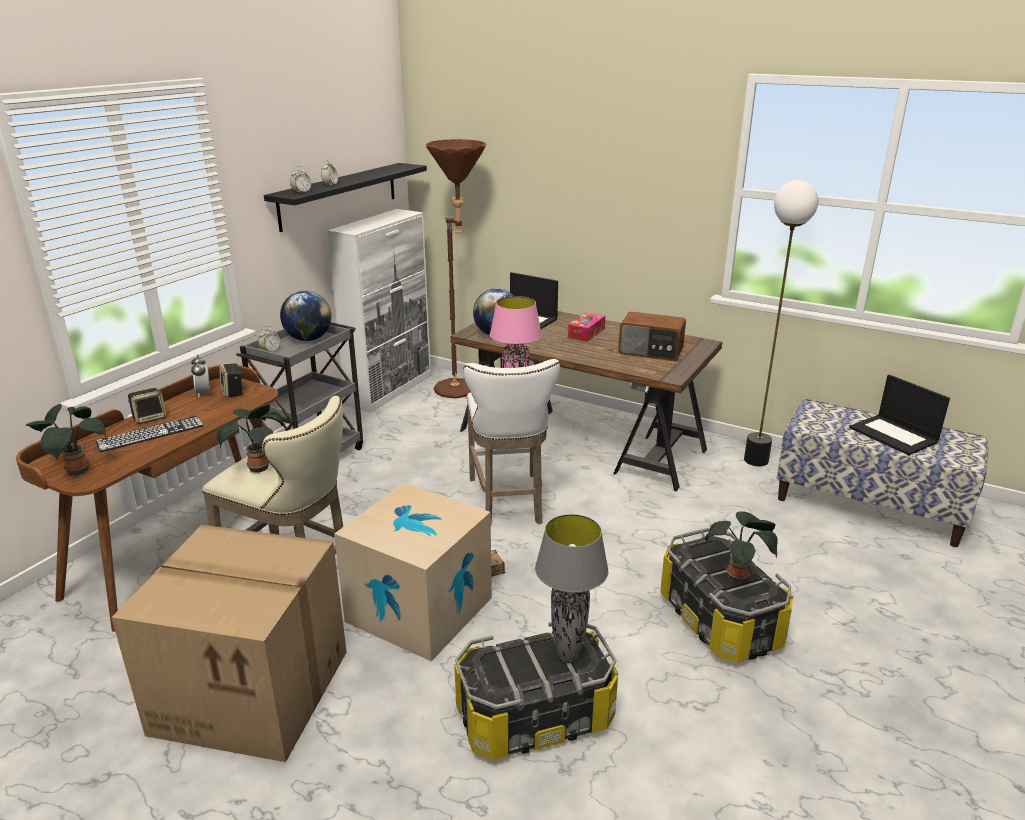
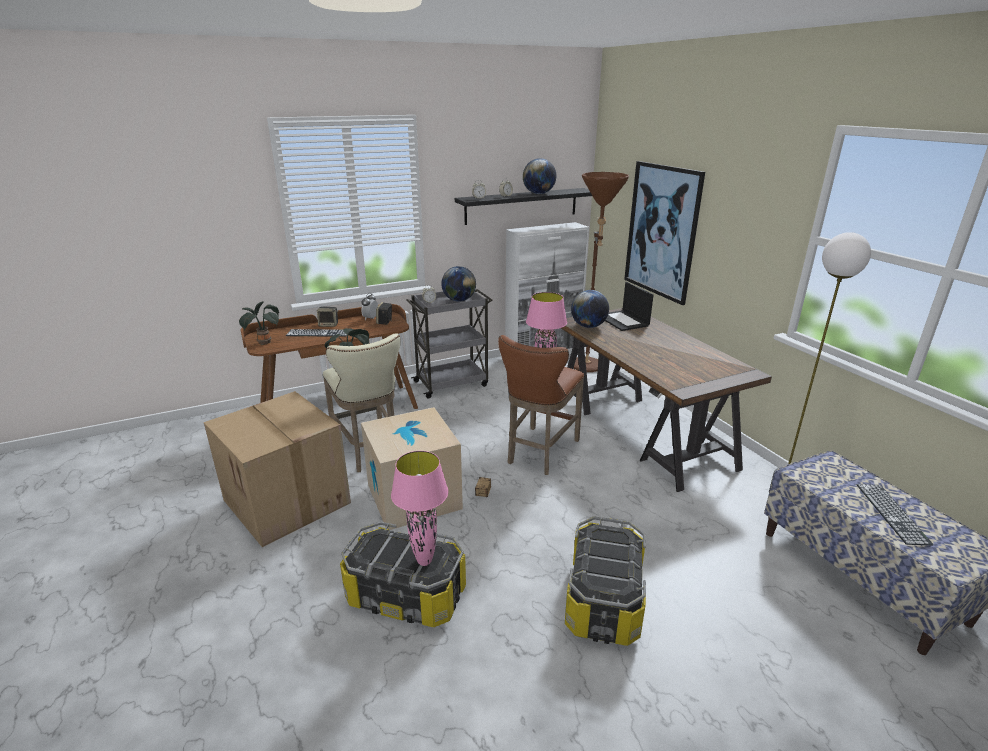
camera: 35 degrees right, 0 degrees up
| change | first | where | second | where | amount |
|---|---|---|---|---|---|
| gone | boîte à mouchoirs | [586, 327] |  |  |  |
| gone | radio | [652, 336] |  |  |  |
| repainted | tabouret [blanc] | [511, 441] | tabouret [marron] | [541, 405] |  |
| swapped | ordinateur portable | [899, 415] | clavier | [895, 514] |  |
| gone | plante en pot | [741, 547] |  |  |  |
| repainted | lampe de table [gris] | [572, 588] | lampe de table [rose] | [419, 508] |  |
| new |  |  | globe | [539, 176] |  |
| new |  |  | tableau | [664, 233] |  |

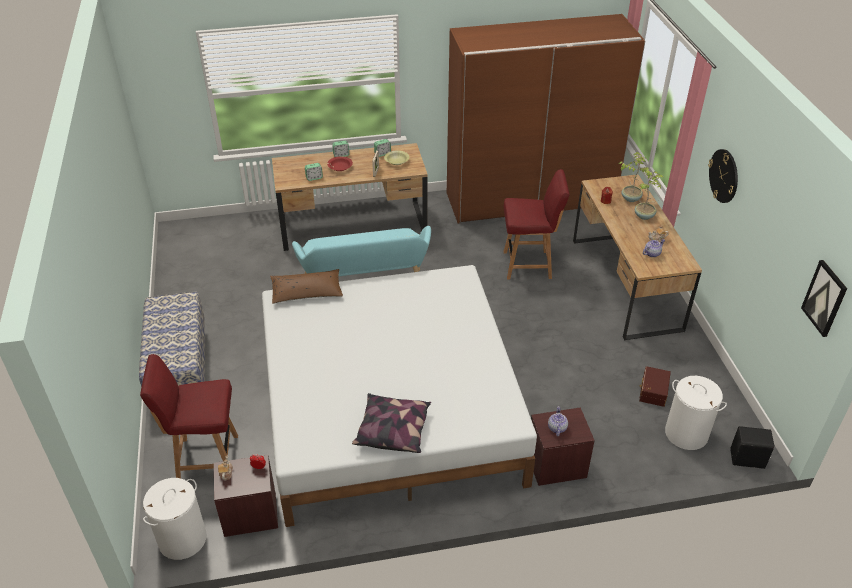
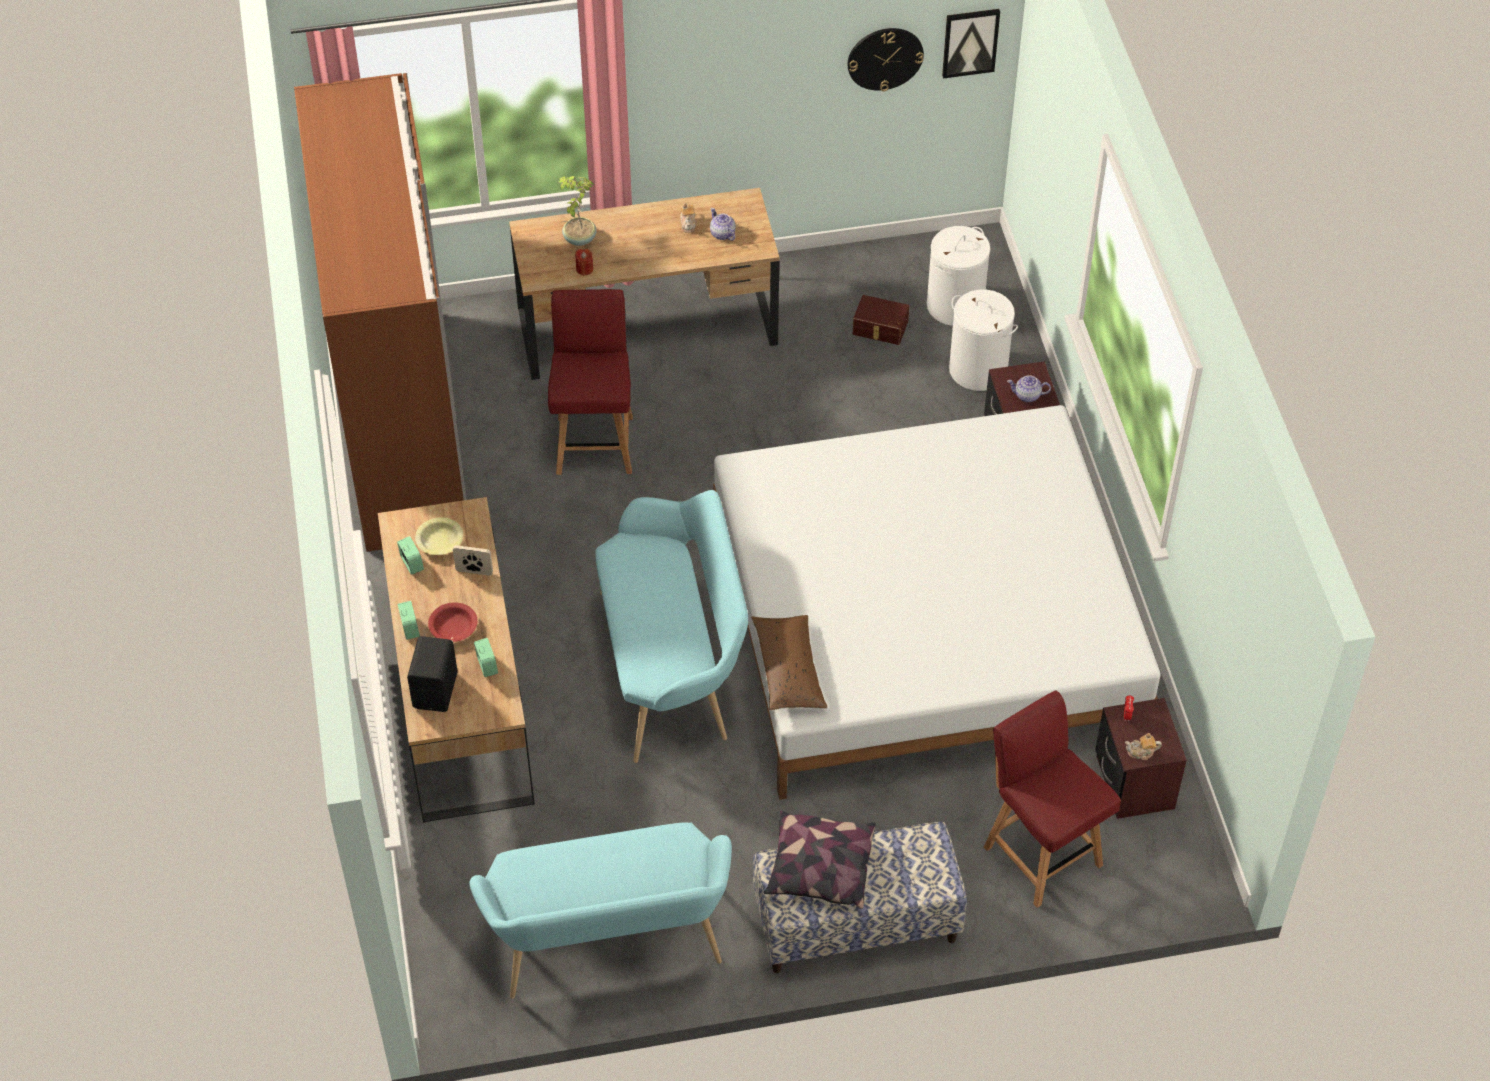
camera: 90 degrees left, 10 degrees up
| change | first | where | second | where | amount |
|---|---|---|---|---|---|
| shifted | horloge murale | [723, 176] |  | [885, 59] |  |
| gone | plante en pot | [649, 195] |  |  |  |
| rotated | chaise [rouge] | [189, 416] |  | [1052, 799] | 150 degrees clockwise |
| shifted | coussin | [391, 423] |  | [820, 860] |  |
| shifted | enceinte [noir] | [752, 447] |  | [432, 674] |  |
| shifted | panier à linge [blanc] | [175, 519] |  | [983, 340] |  |
| new |  |  | banc [turquoise] | [600, 910] |  |

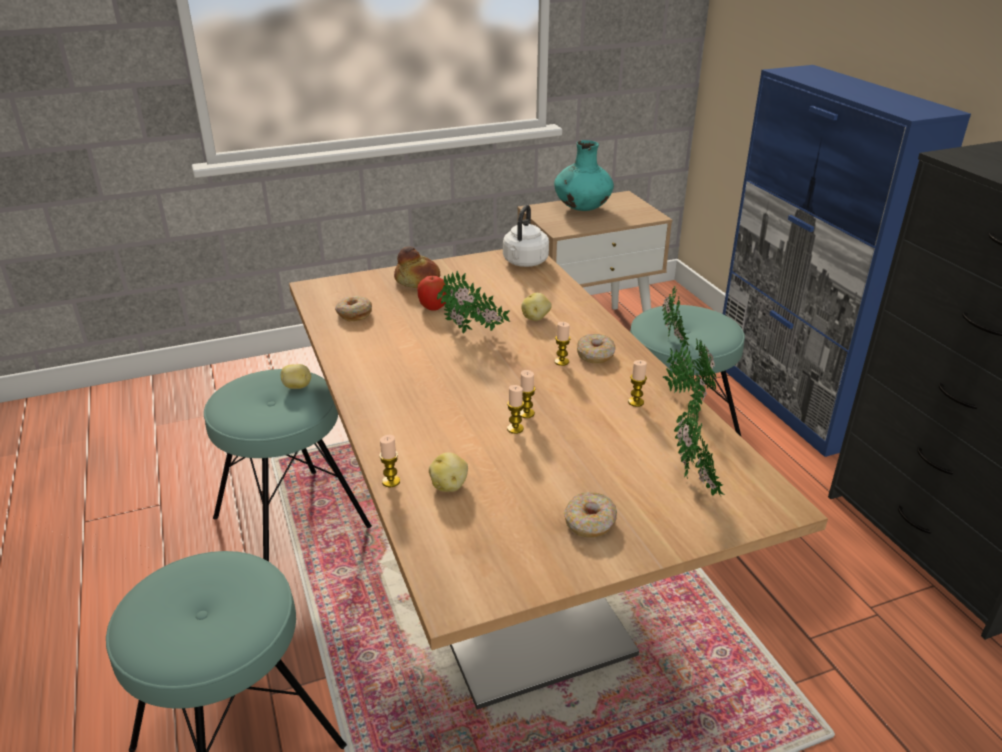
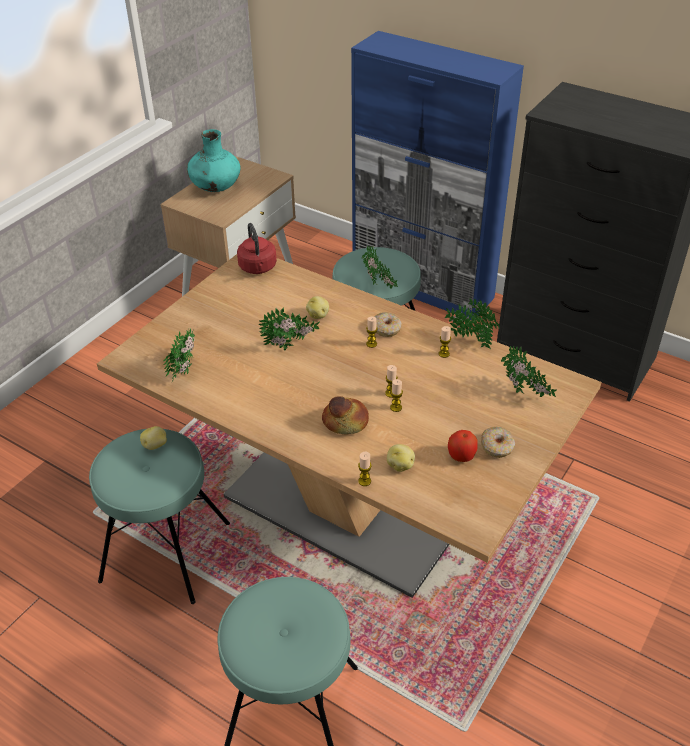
camera: 35 degrees left, 10 degrees up
| change | first | where | second | where | amount |
|---|---|---|---|---|---|
| repainted | bouilloire [blanc] | [526, 236] | bouilloire [rouge] | [257, 248] |  |
| shifted | pain | [417, 267] |  | [345, 415] |  |
| shifted | pomme | [432, 293] |  | [463, 446] |  |
| swapped | beignet | [353, 308] | plante en pot | [179, 355] |  |

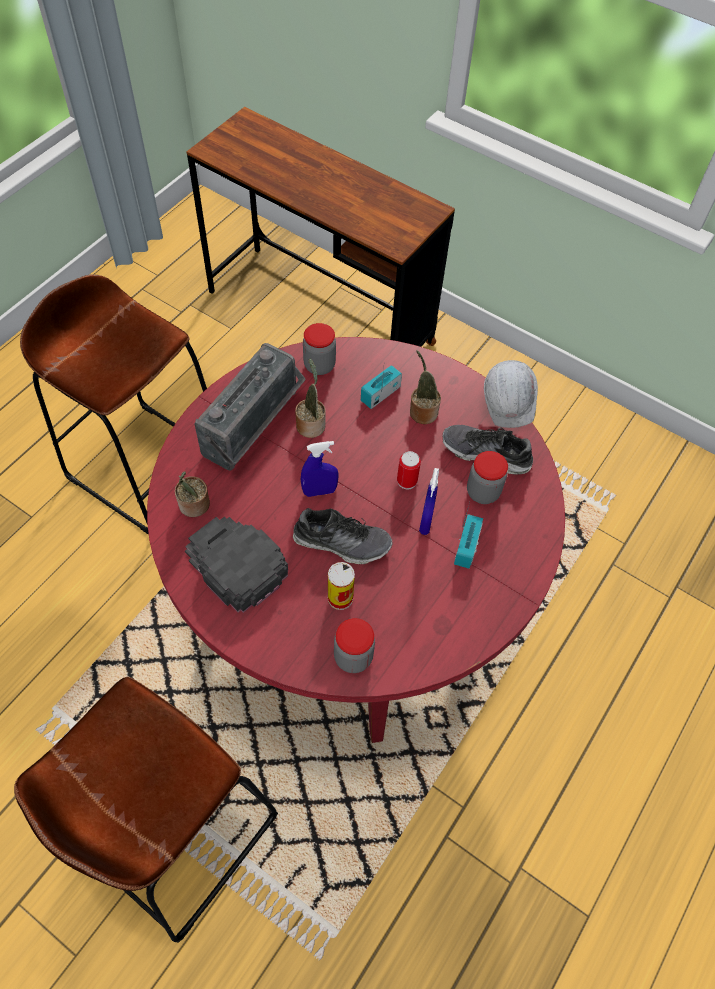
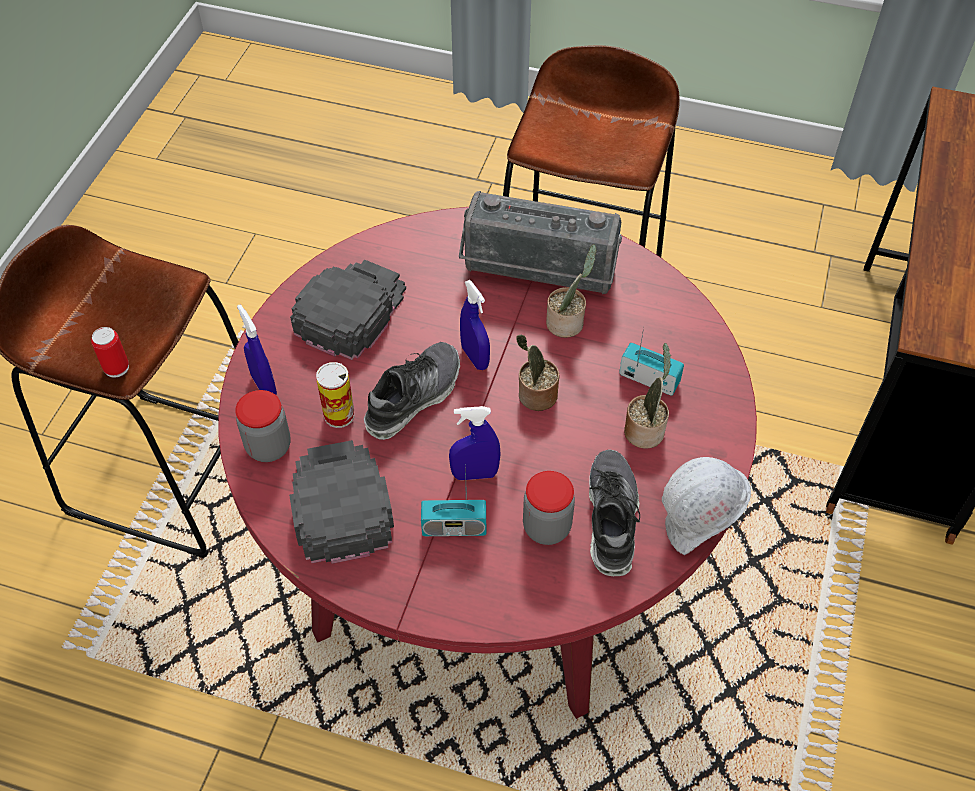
camera: 75 degrees right, 5 degrees down
| change | first | where | second | where | amount |
|---|---|---|---|---|---|
| gone | bocal | [319, 349] |  |  |  |
| shifted | boîte métallique | [409, 470] |  | [110, 352] |  |
| shifted | plante en pot | [192, 494] |  | [537, 372] |  |
| rotated | chaussure | [342, 536] |  | [412, 391] | 135 degrees counterclockwise |
| new |  |  | vaporisateur [bleu] | [257, 349] |  |
| new |  |  | casquette [noir] | [341, 502] |  |

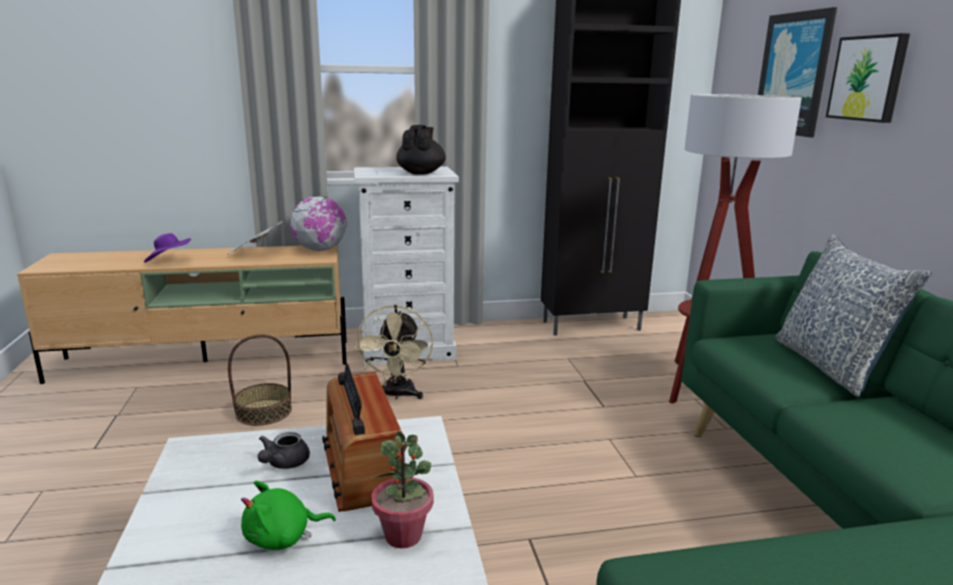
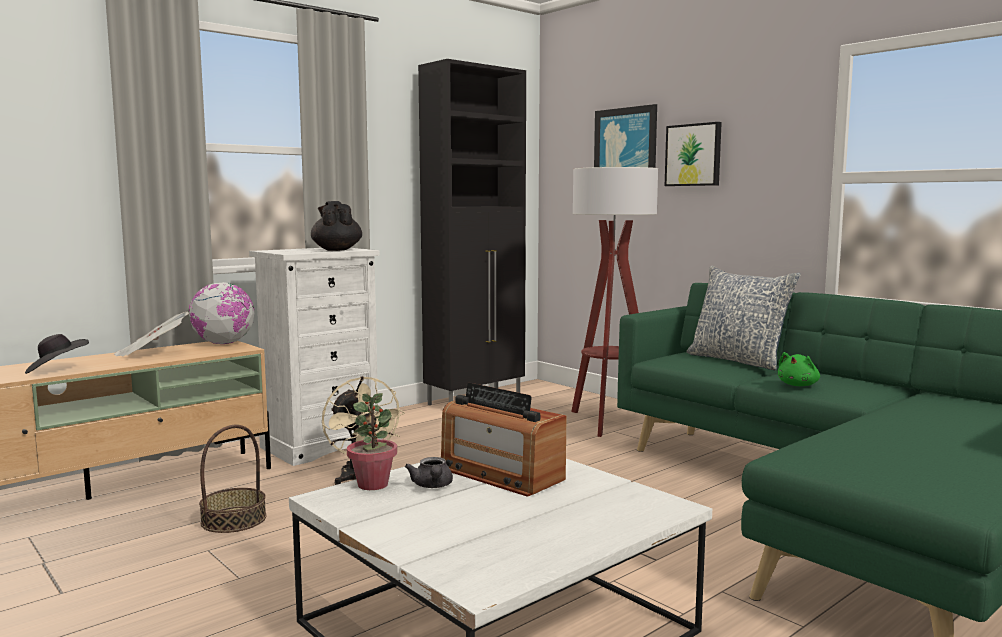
camera: 30 degrees left, 10 degrees down
| change | first | where | second | where | amount |
|---|---|---|---|---|---|
| repainted | chapeau [violet] | [167, 248] | chapeau [noir] | [57, 354] |  |
| shifted | plante en pot | [403, 489] |  | [372, 441] |  |
| shifted | peluche [vert] | [288, 515] |  | [799, 369] |  |

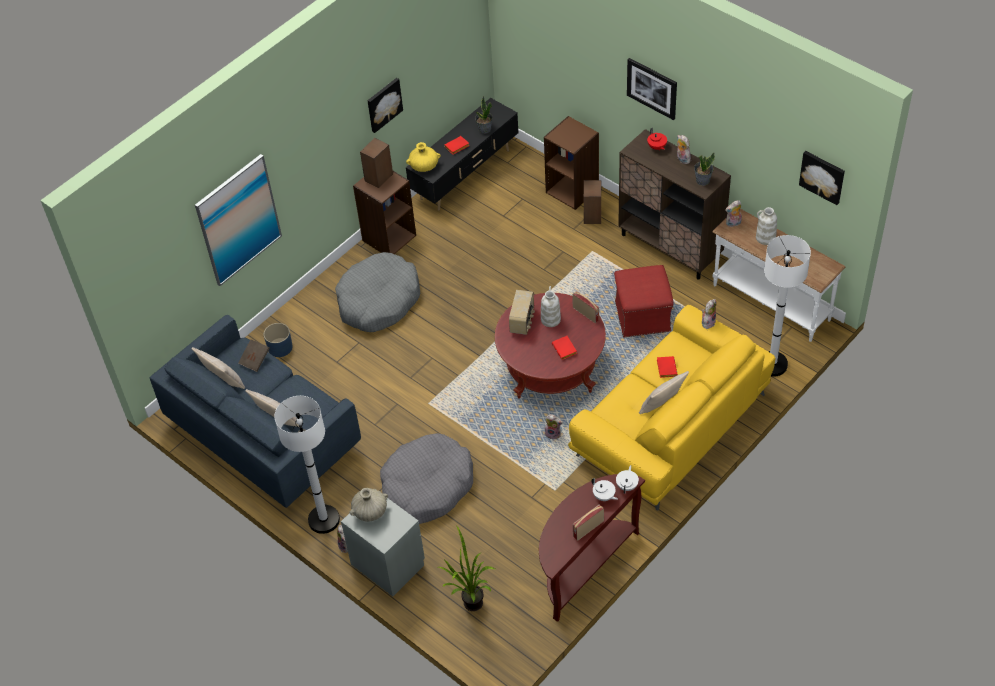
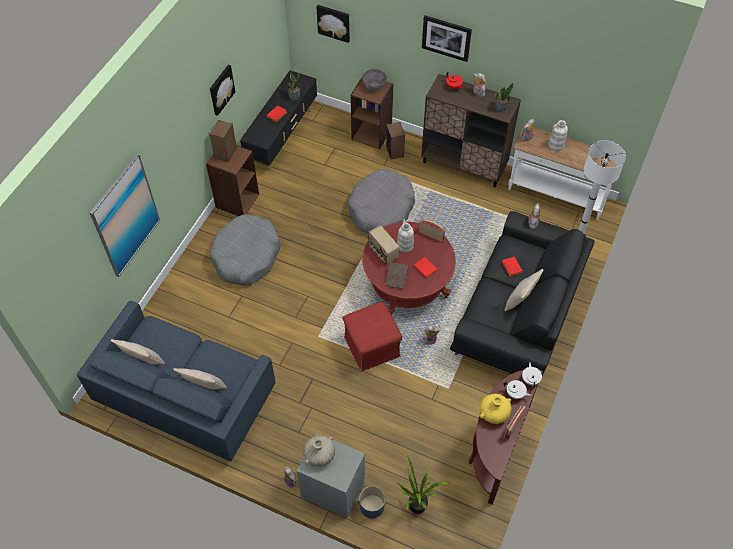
camera: 20 degrees left, 5 degrees up
| change | first | where | second | where | amount |
|---|---|---|---|---|---|
| shifted | vase [jaune] | [423, 157] |  | [495, 408] |  |
| shifted | tableau | [822, 178] |  | [333, 24] |  |
| shifted | pouf [rouge] | [644, 301] |  | [372, 336] |  |
| rotated | radio | [522, 312] |  | [383, 244] | 150 degrees clockwise |
| repainted | canapé [jaune] | [672, 408] | canapé [noir] | [522, 293] |  |
| shifted | cache-pot [bleu] | [278, 340] |  | [372, 502] |  |
| shifted | livre [marron] | [253, 355] |  | [396, 275] |  |
| gone | lampadaire [blanc] | [307, 465] |  |  |  |
| shifted | panier pour chien [gris] | [426, 478] |  | [381, 201] |  |
| new |  |  | bol [gris] | [374, 80] |  |

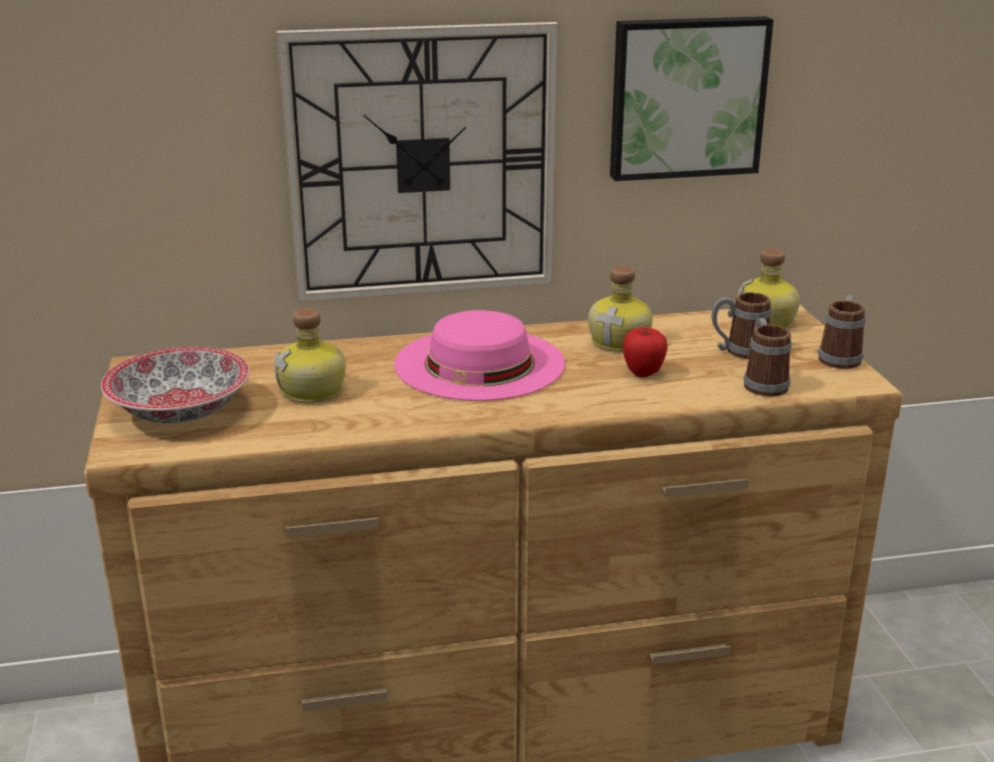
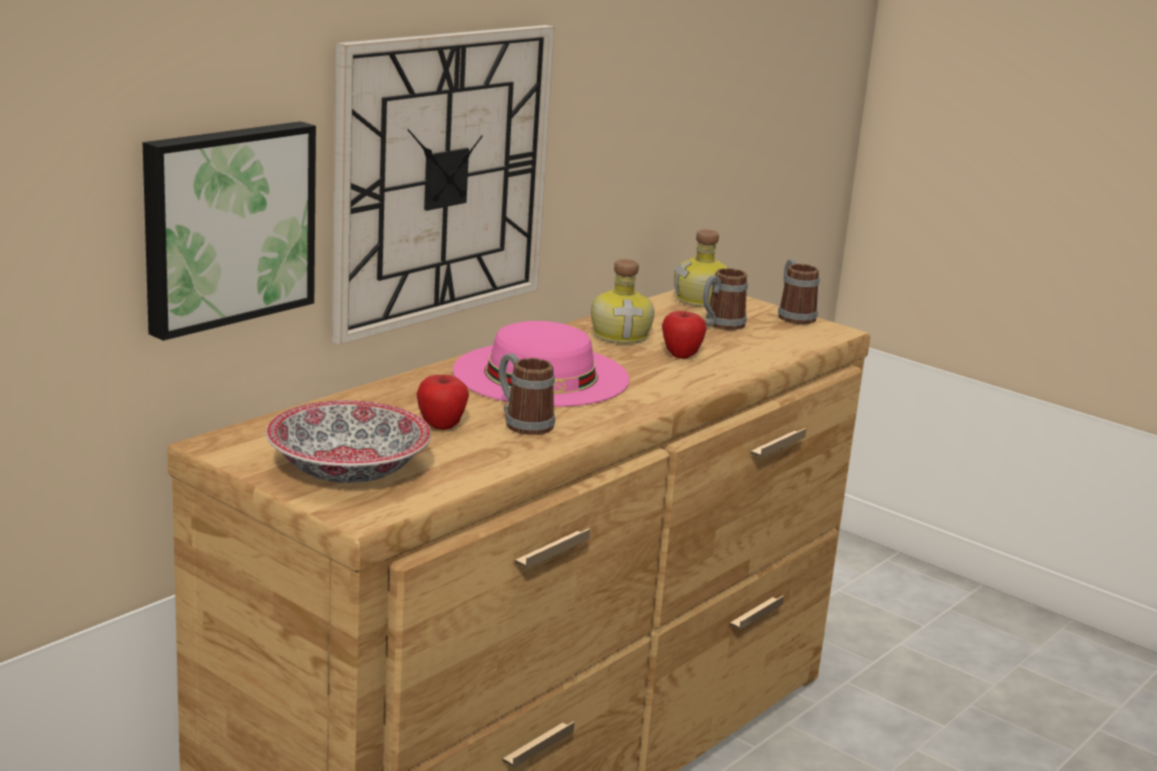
camera: 40 degrees left, 5 degrees down
| change | first | where | second | where | amount |
|---|---|---|---|---|---|
| shifted | tableau | [692, 98] |  | [229, 231] |  |
| swapped | bouteille | [310, 356] | pomme | [443, 402] |  |
| shifted | mug | [767, 357] |  | [527, 394] |  |

